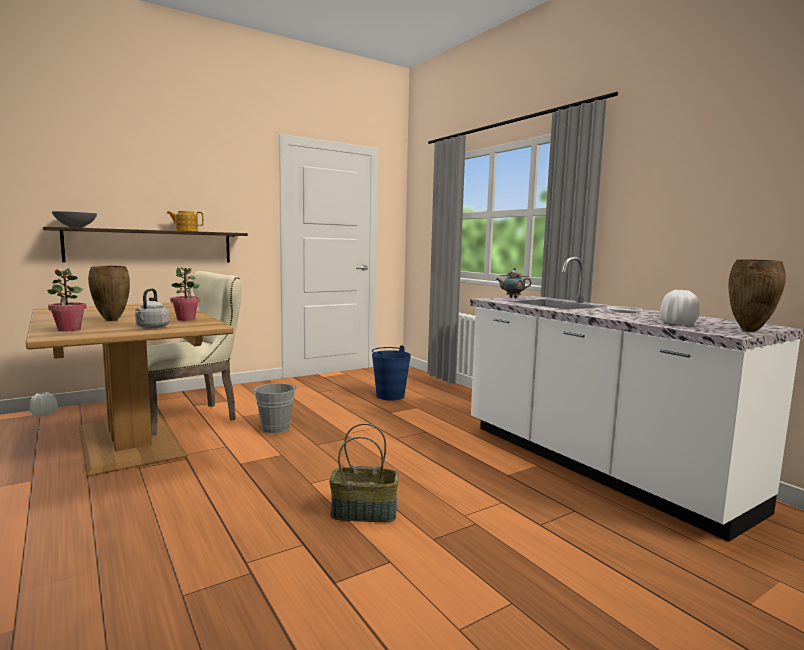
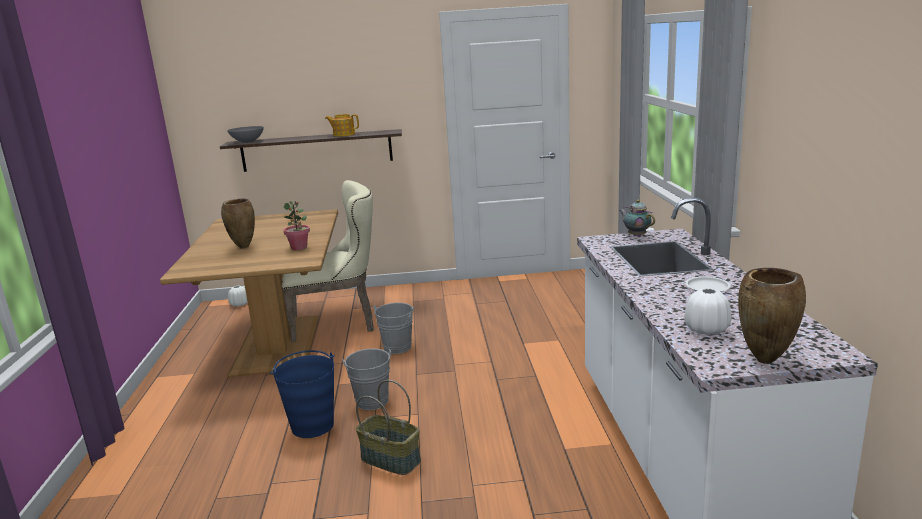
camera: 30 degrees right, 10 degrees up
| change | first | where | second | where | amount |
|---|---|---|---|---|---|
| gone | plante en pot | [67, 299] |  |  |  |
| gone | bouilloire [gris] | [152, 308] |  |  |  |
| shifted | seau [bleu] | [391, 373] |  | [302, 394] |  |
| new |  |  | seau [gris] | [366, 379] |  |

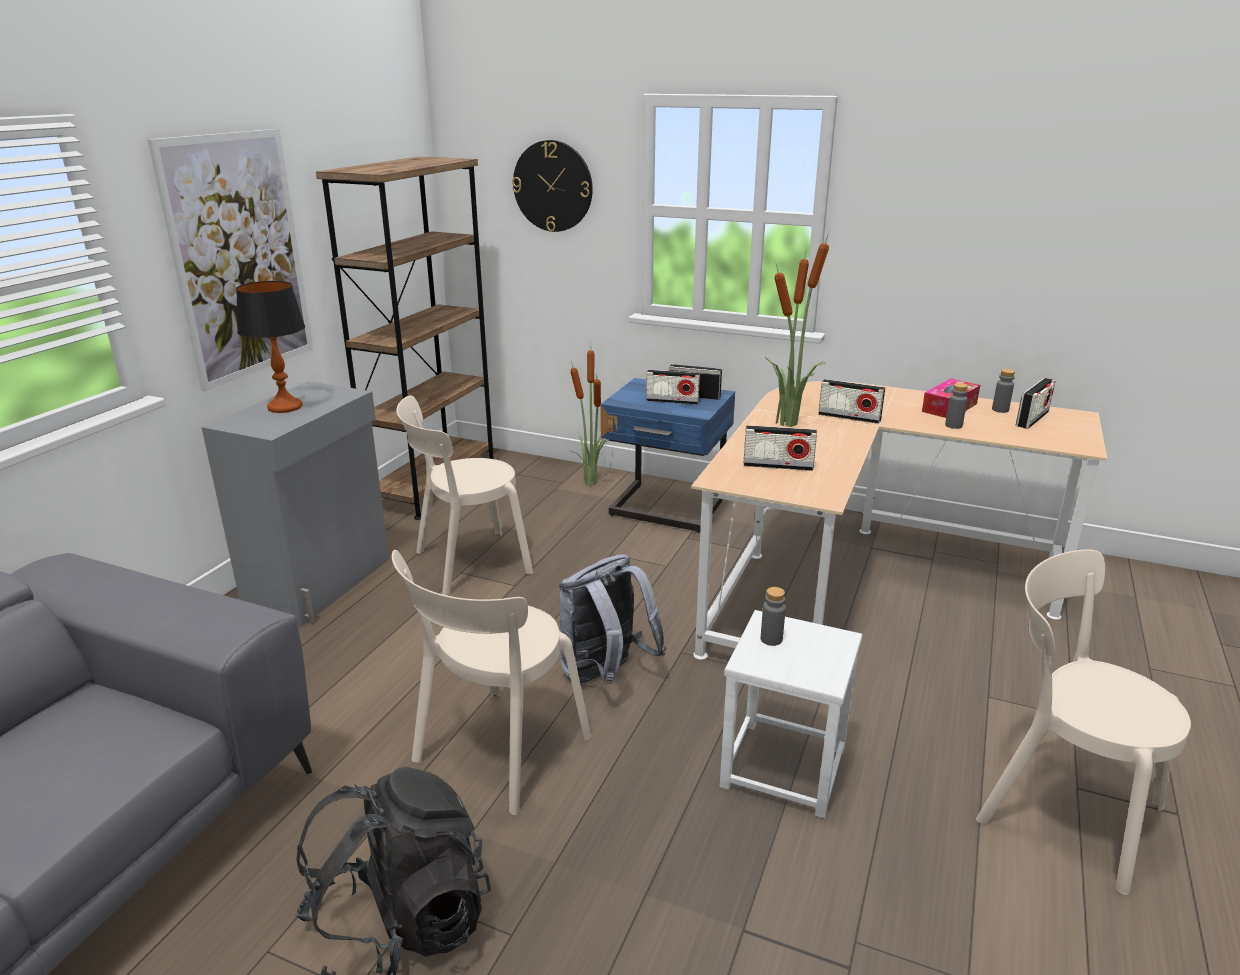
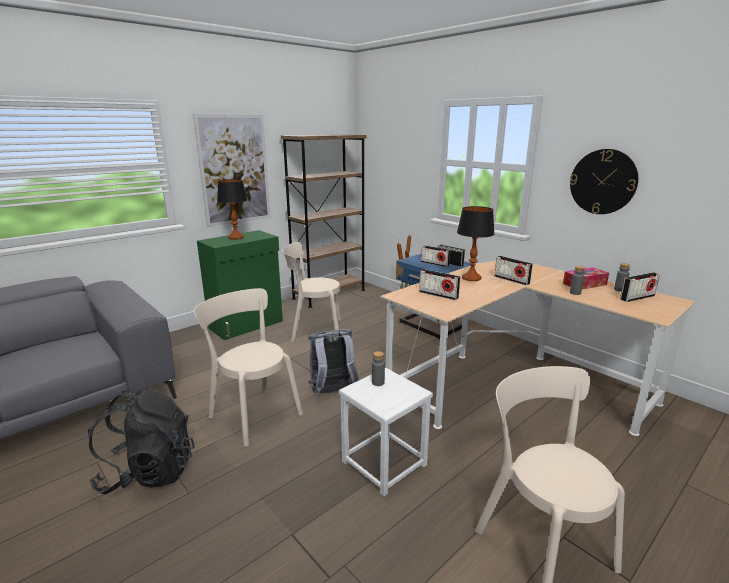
camera: 25 degrees right, 5 degrees down
| change | first | where | second | where | amount |
|---|---|---|---|---|---|
| shifted | horloge murale | [552, 186] |  | [604, 181] |  |
| swapped | plante en pot | [797, 328] | lampe de table | [476, 243] |  |
| repainted | meuble de rangement [gris] | [295, 503] | meuble de rangement [vert] | [240, 285] |  |
| rotated | chaise [beige] | [491, 682] |  | [248, 367] | 75 degrees clockwise |

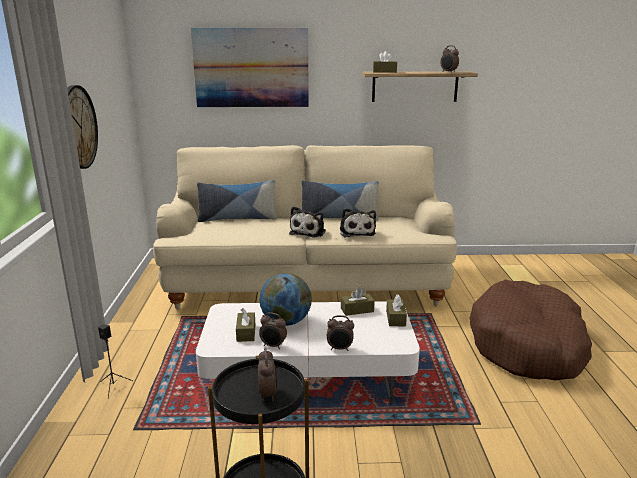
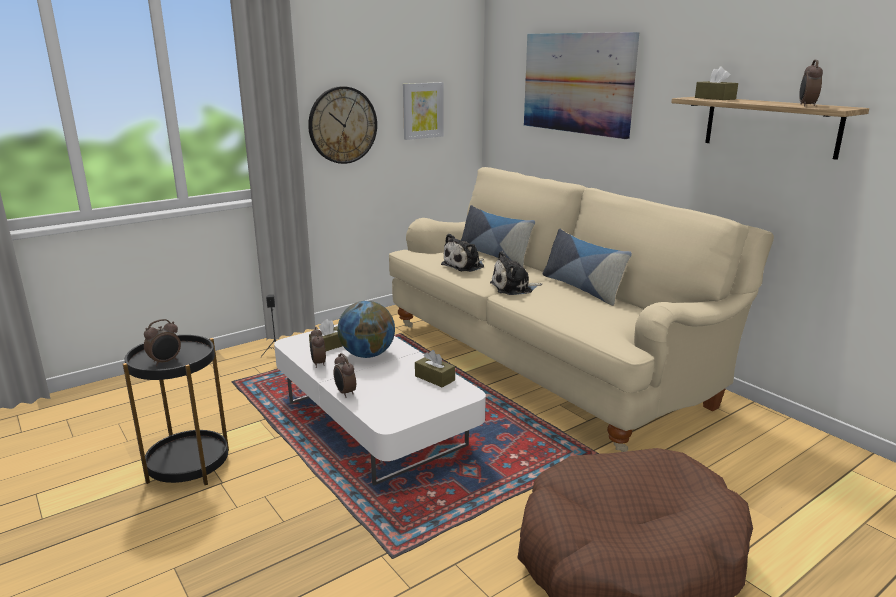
camera: 55 degrees right, 0 degrees up
| change | first | where | second | where | amount |
|---|---|---|---|---|---|
| shifted | peluche | [358, 222] |  | [462, 253] |  |
| gone | boîte à mouchoirs [marron] | [396, 310] |  |  |  |
| new |  |  | tableau | [423, 111] |  |

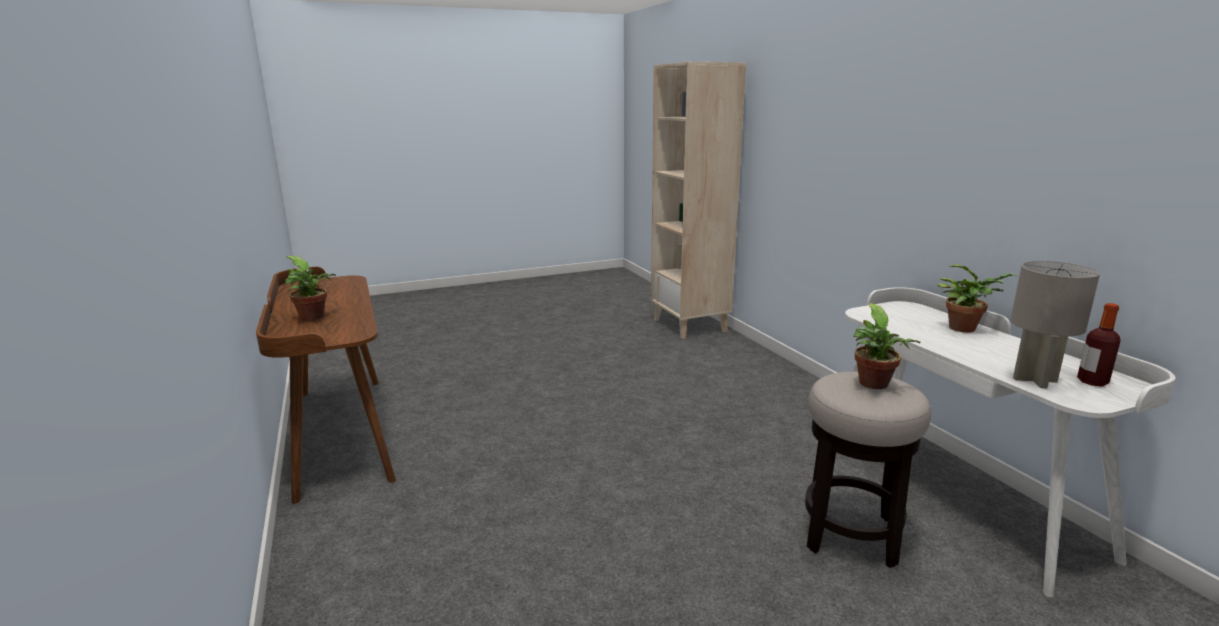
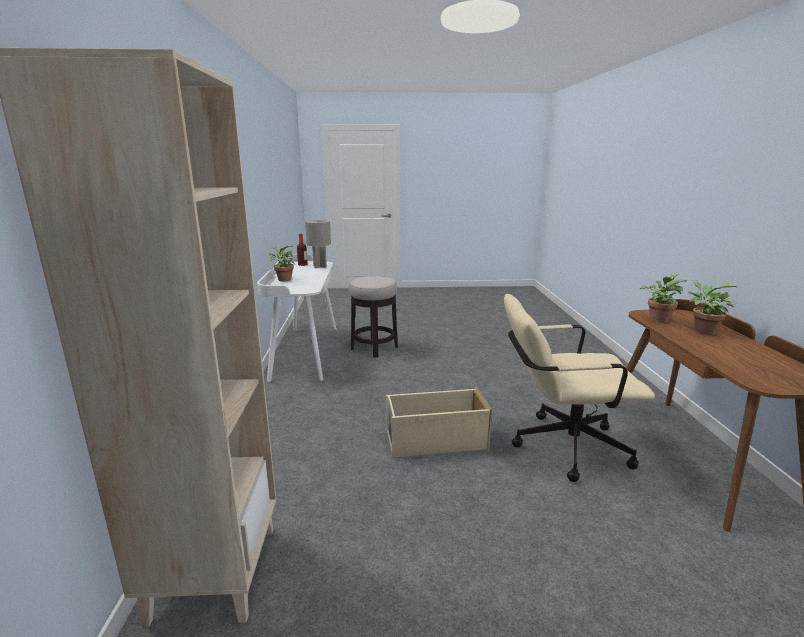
camera: 160 degrees left, 0 degrees up
| change | first | where | second | where | amount |
|---|---|---|---|---|---|
| shifted | plante en pot | [886, 346] |  | [663, 298] |  |
| new |  |  | chaise de bureau [beige] | [579, 388] |  |
| new |  |  | boîte de rangement [beige] | [439, 422] |  |

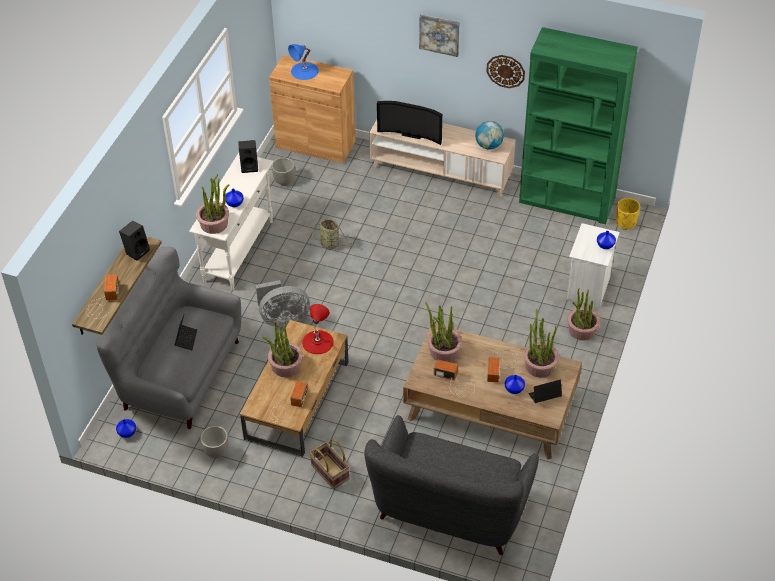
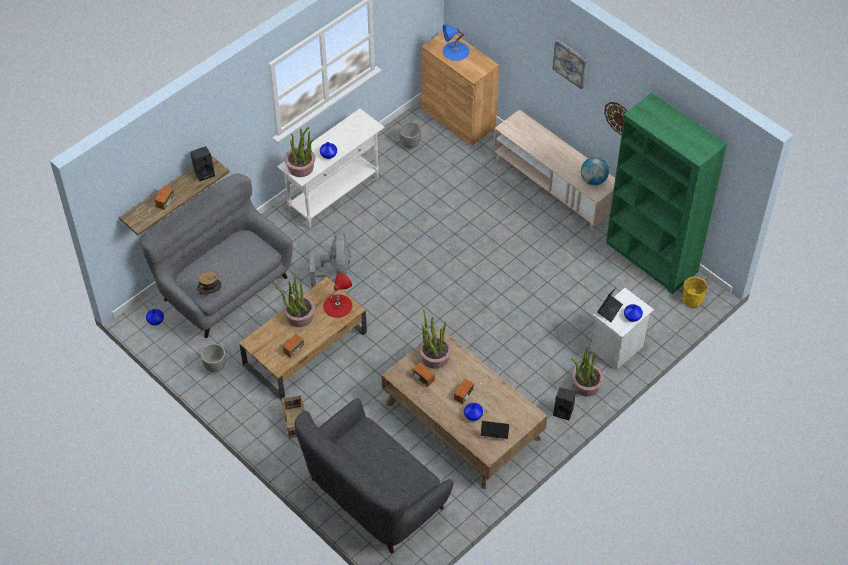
camera: 25 degrees right, 5 degrees up
| change | first | where | second | where | amount |
|---|---|---|---|---|---|
| gone | téléviseur | [409, 123] |  |  |  |
| shifted | enceinte [noir] | [248, 156] |  | [564, 404] |  |
| gone | panier | [333, 234] |  |  |  |
| rotated | ventilateur [gris] | [282, 303] |  | [330, 259] | 105 degrees counterclockwise |
| gone | plante en pot | [541, 343] |  |  |  |
| shifted | ordinateur portable | [186, 332] |  | [610, 305] |  |
| new |  |  | chapeau | [210, 283] |  |

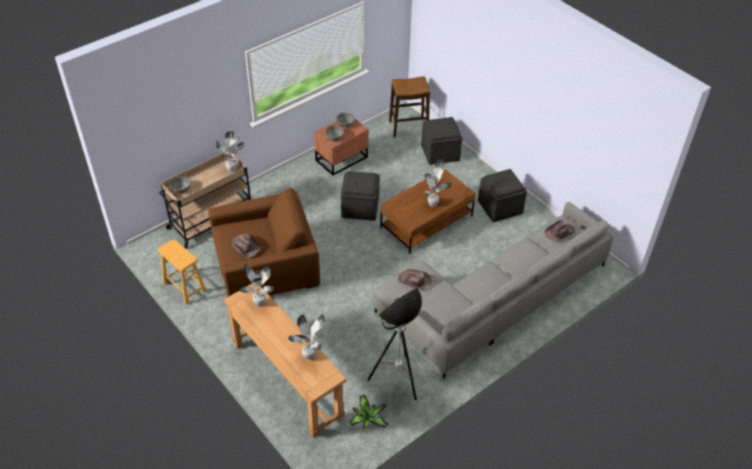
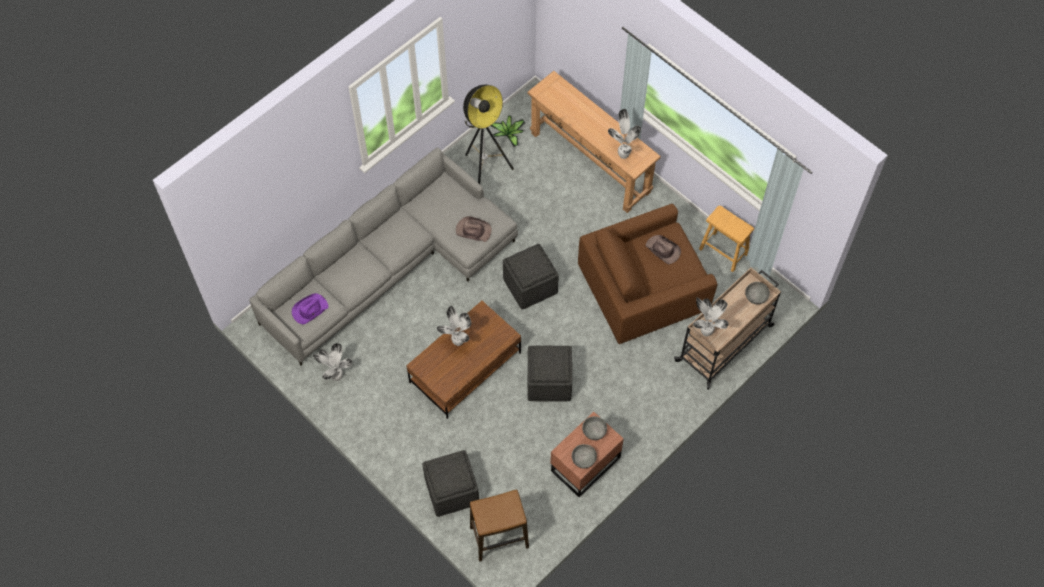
camera: 175 degrees right, 15 degrees up
| change | first | where | second | where | amount |
|---|---|---|---|---|---|
| shifted | pouf [gris] | [502, 195] |  | [531, 277] |  |
| repainted | chapeau [marron] | [560, 230] | chapeau [violet] | [310, 308] |  |
| shifted | plante en pot | [306, 337] |  | [332, 362] |  |

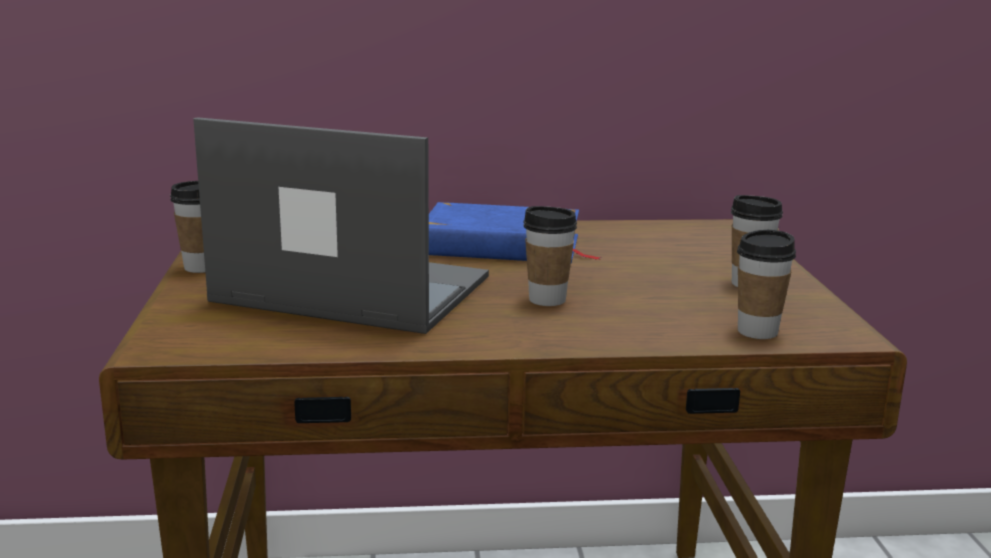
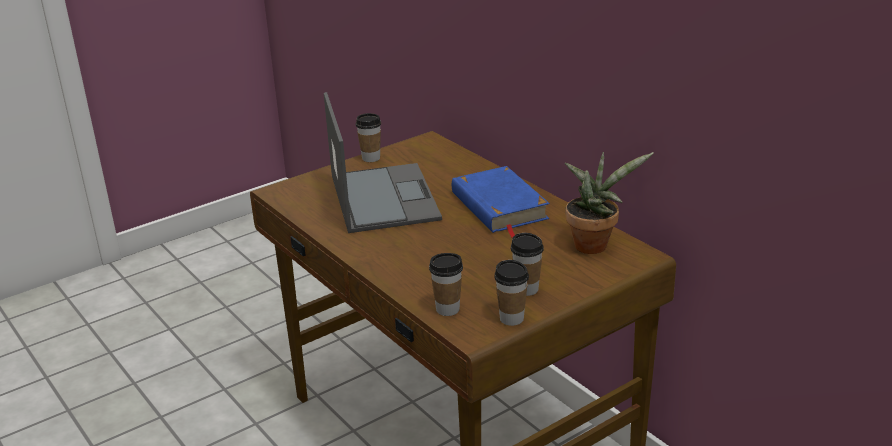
camera: 60 degrees right, 10 degrees up
| change | first | where | second | where | amount |
|---|---|---|---|---|---|
| shifted | tasse | [550, 256] |  | [511, 293] |  |
| new |  |  | plante en pot | [609, 203] |  |

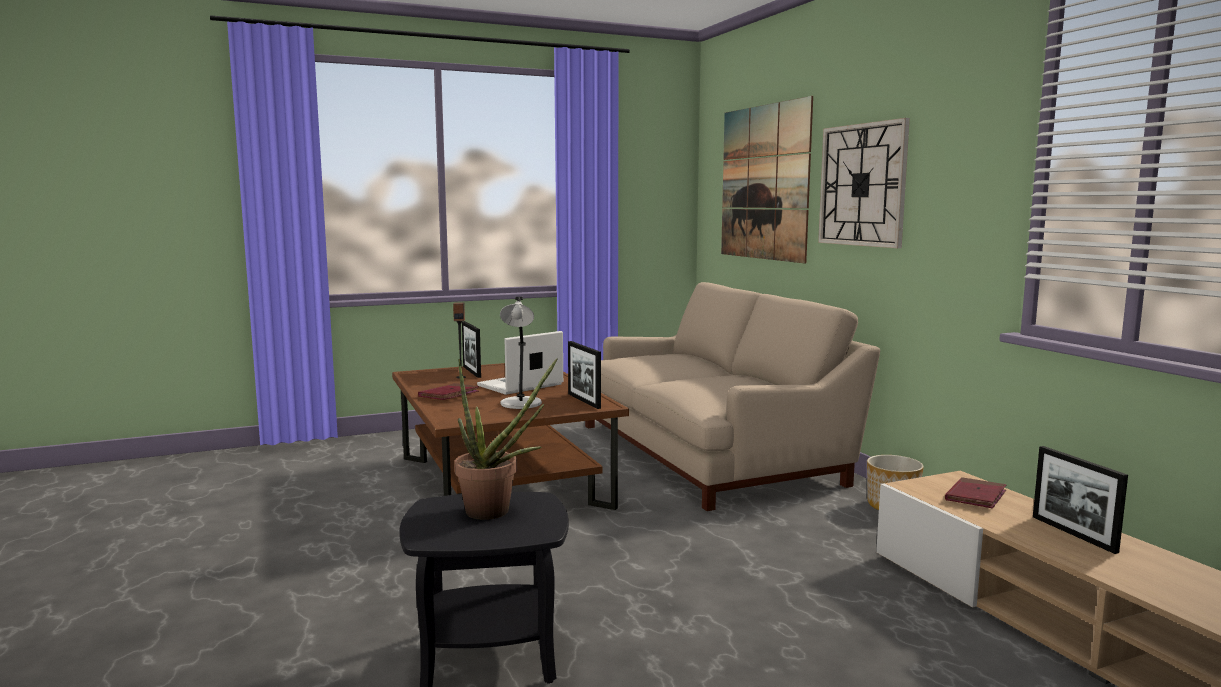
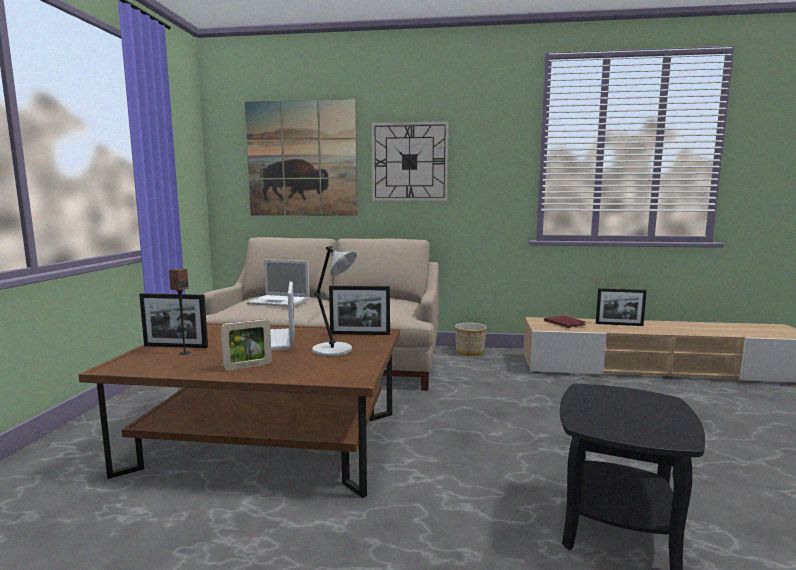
camera: 60 degrees left, 0 degrees up
| change | first | where | second | where | amount |
|---|---|---|---|---|---|
| gone | plante en pot | [506, 439] |  |  |  |
| swapped | livre [rouge] | [448, 391] | cadre photo | [246, 344] |  |
| new |  |  | ordinateur portable | [278, 283] |  |

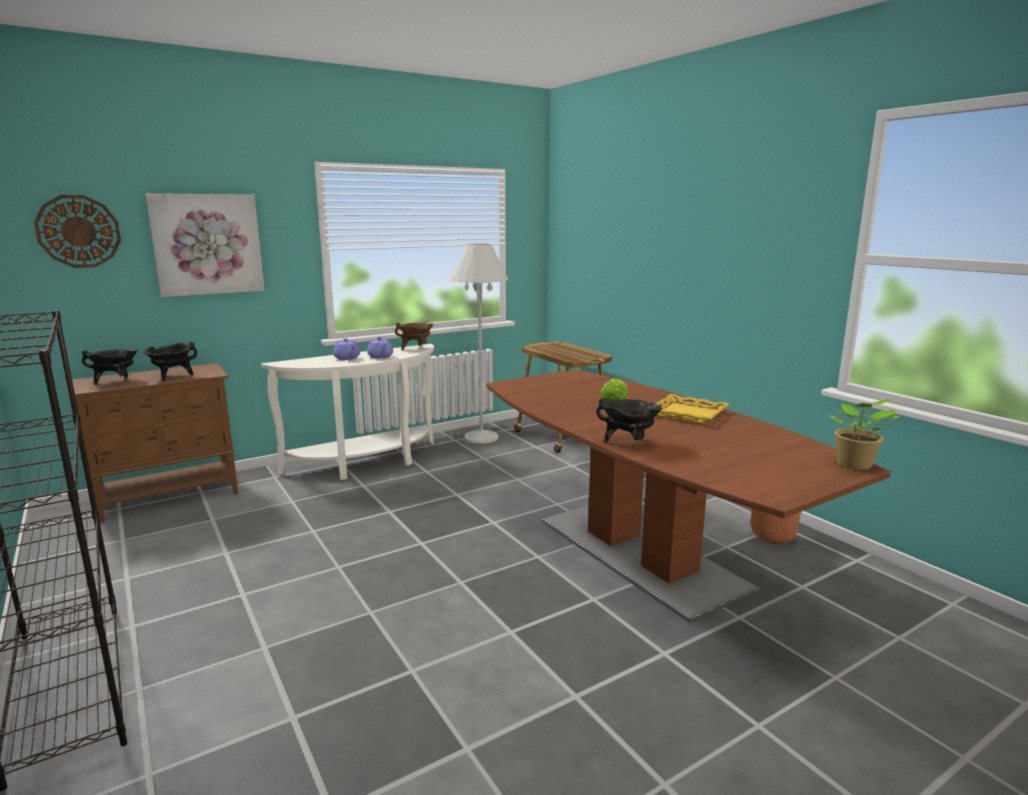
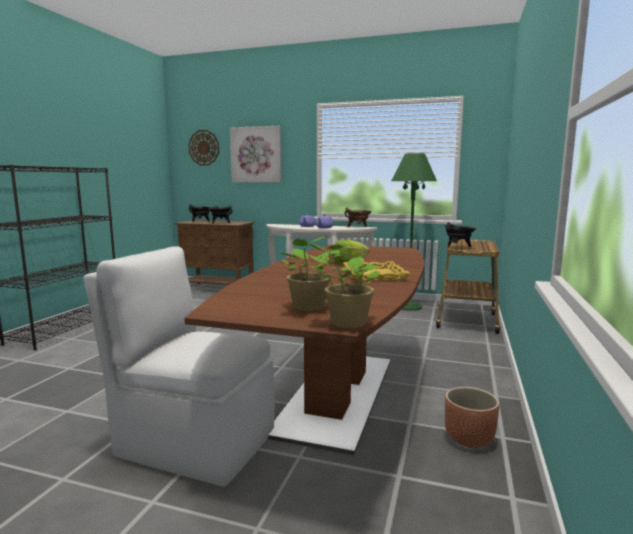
camera: 50 degrees right, 5 degrees down
| change | first | where | second | where | amount |
|---|---|---|---|---|---|
| repainted | lampadaire [blanc] | [479, 344] | lampadaire [vert] | [414, 232] |  |
| shifted | marmite [noir] | [629, 420] |  | [460, 234] |  |
| new |  |  | plante en pot | [311, 273] |  |
| new |  |  | chaise [blanc] | [179, 366] |  |

